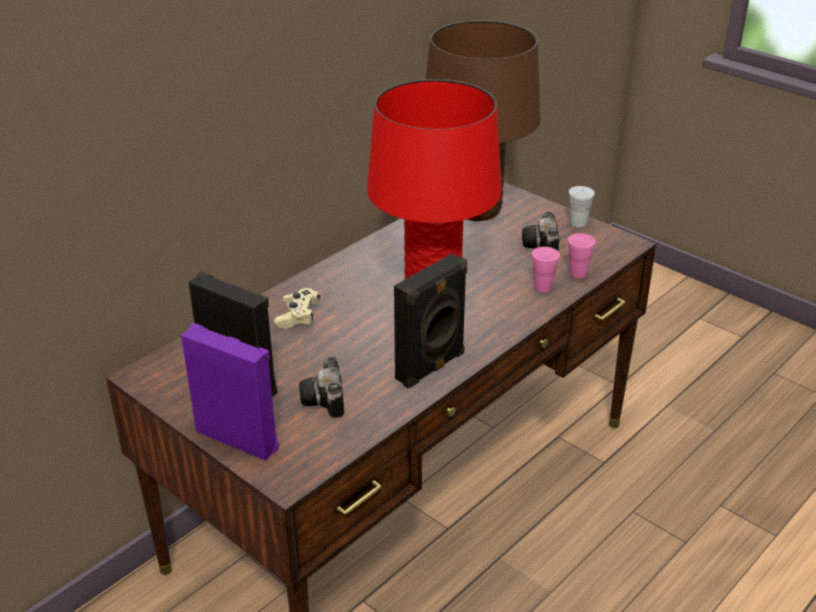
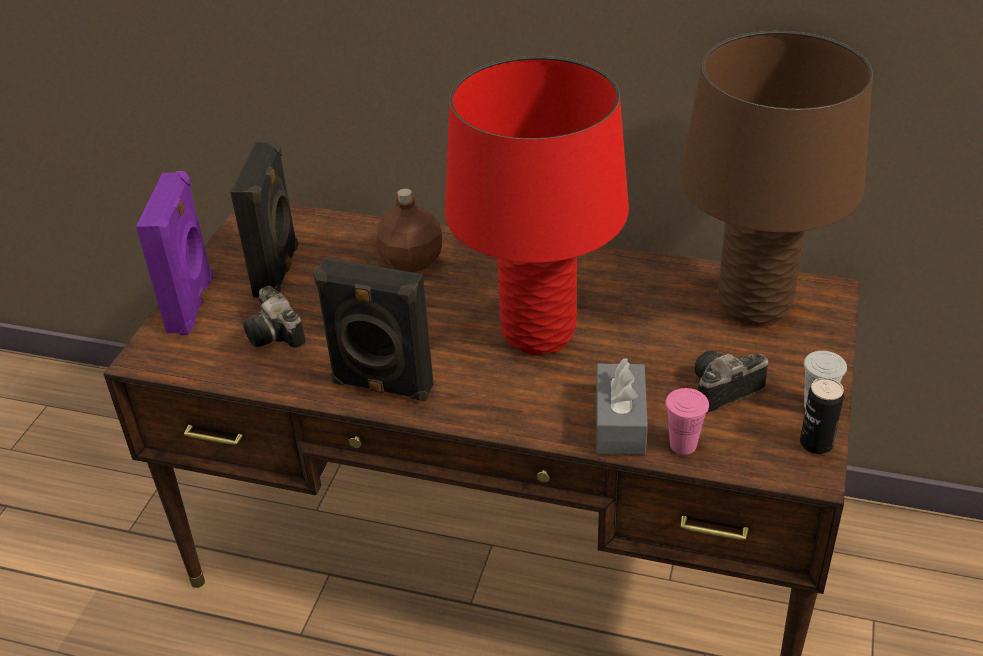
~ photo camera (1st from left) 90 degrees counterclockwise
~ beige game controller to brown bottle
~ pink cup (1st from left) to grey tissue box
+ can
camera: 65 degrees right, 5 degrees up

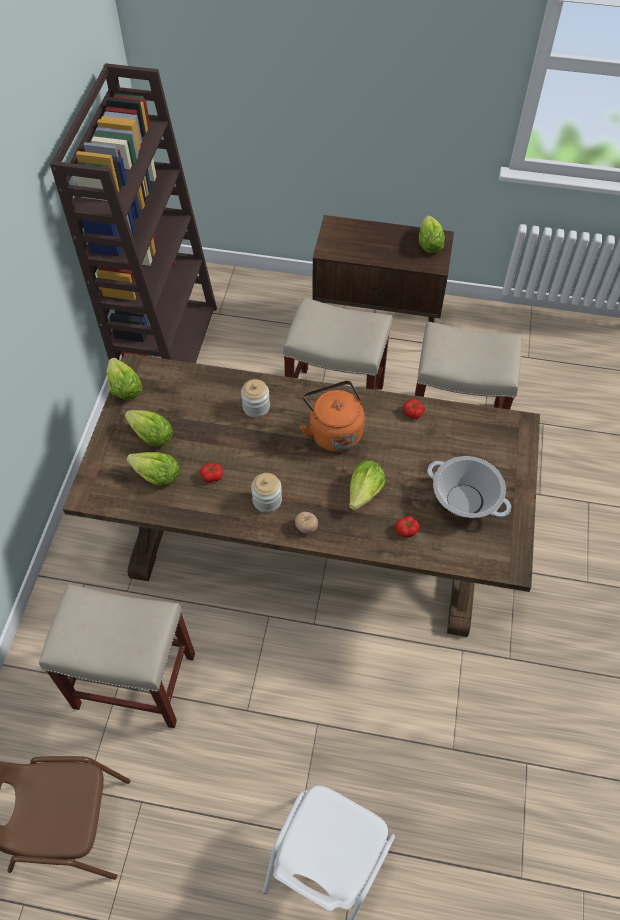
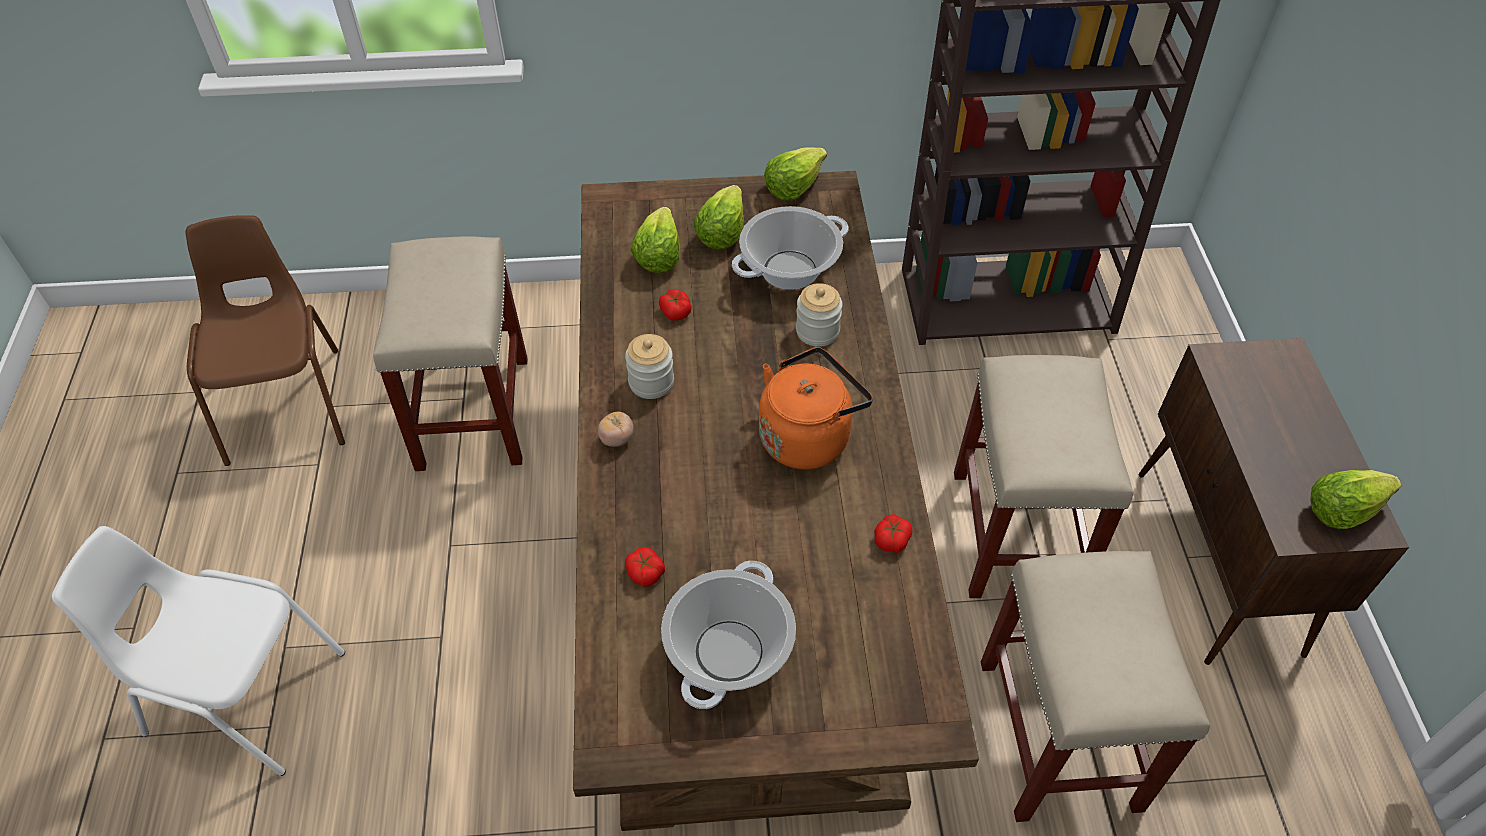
+ cooking pot (2nd from left)
- lettuce (4th from left)
camera: 75 degrees right, 5 degrees down

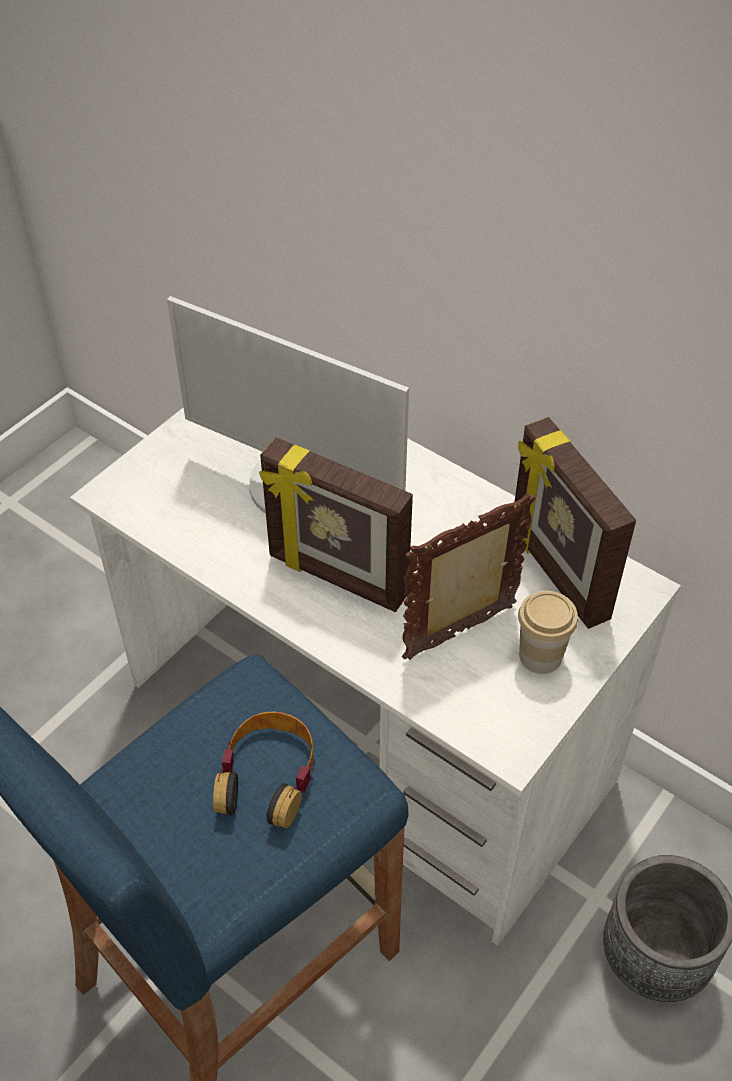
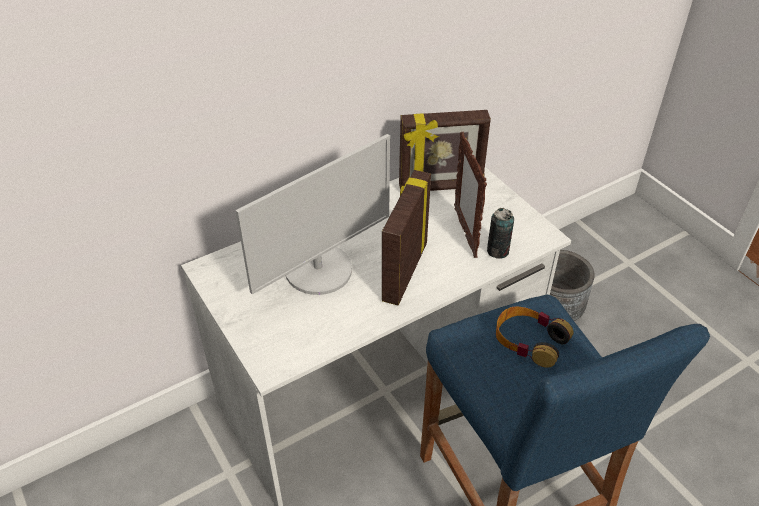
~ picture frame (1st from left) 150 degrees clockwise
+ can
- cup
camera: 70 degrees left, 5 degrees down

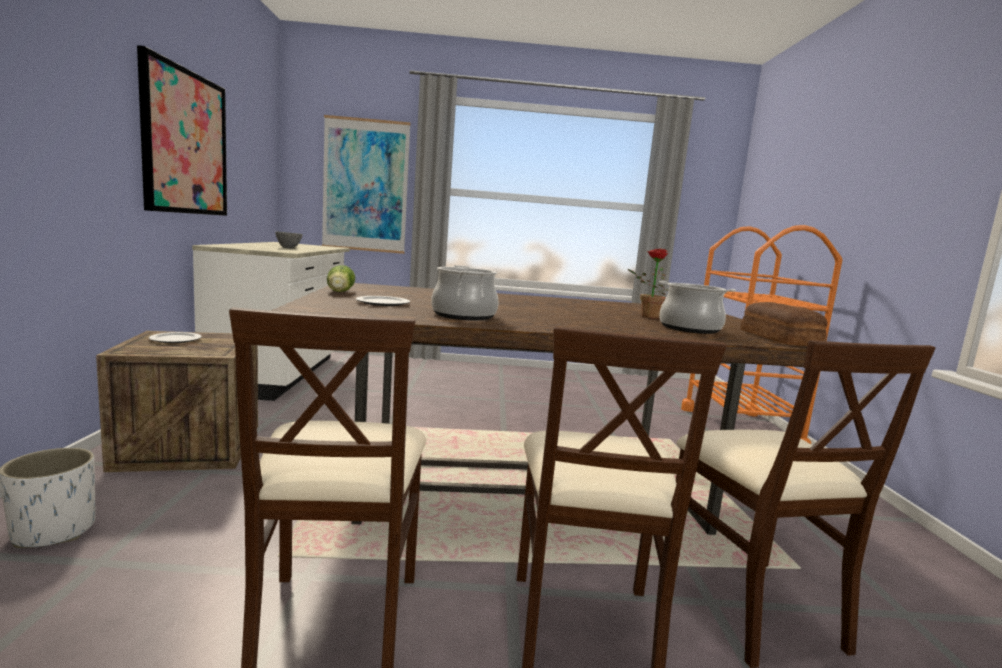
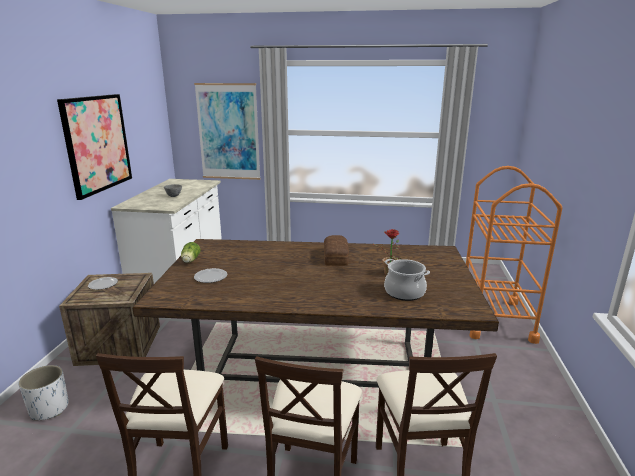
~ bread
- cooking pot (1st from left)
camera: 10 degrees right, 10 degrees up

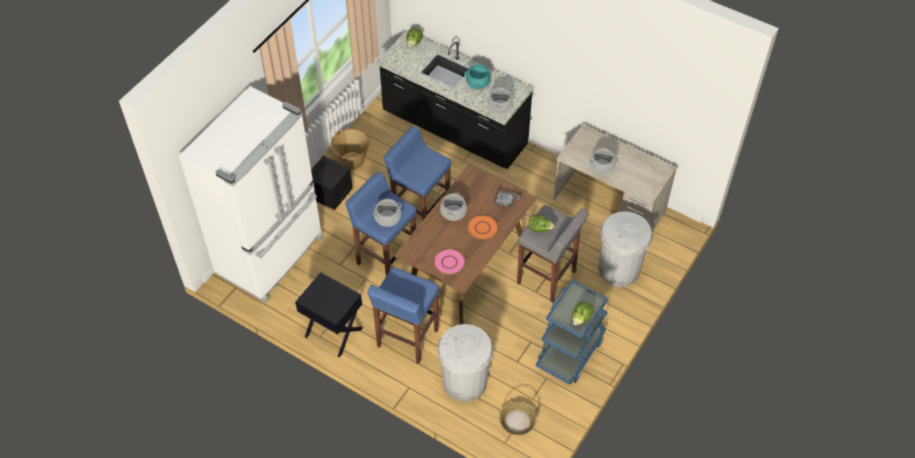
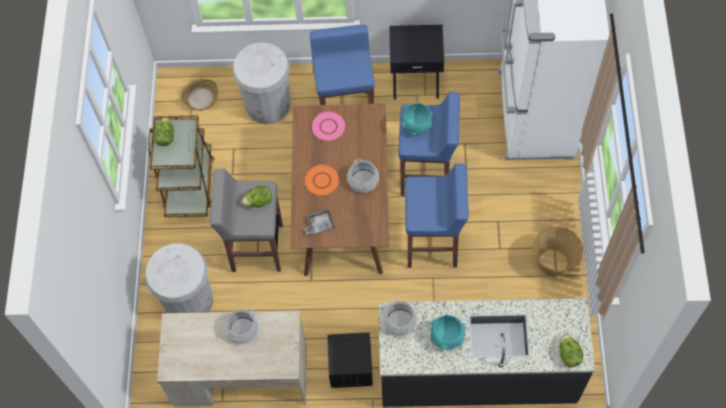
~ blue cart to brown cart
~ crate
~ cooking pot (1st from left) to turquoise bowl (1st from left)
camera: 150 degrees right, 10 degrees up

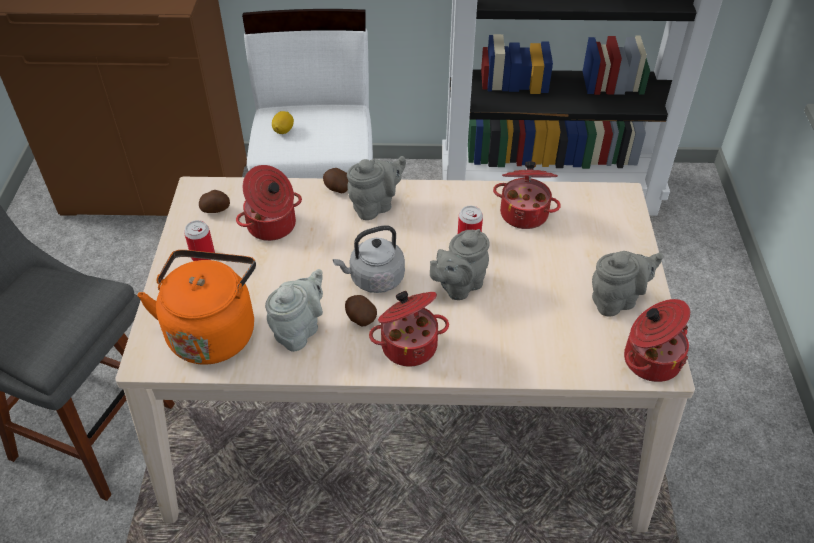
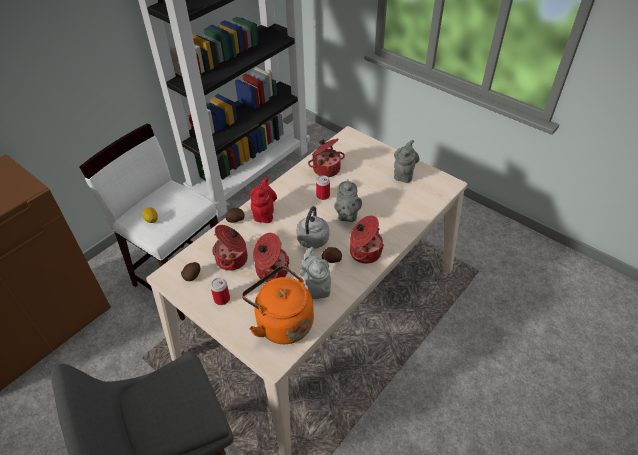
~ grey teapot (2nd from left) to red teapot
~ cooking pot (4th from left in the first image) to cooking pot (2nd from left)
camera: 50 degrees left, 0 degrees up

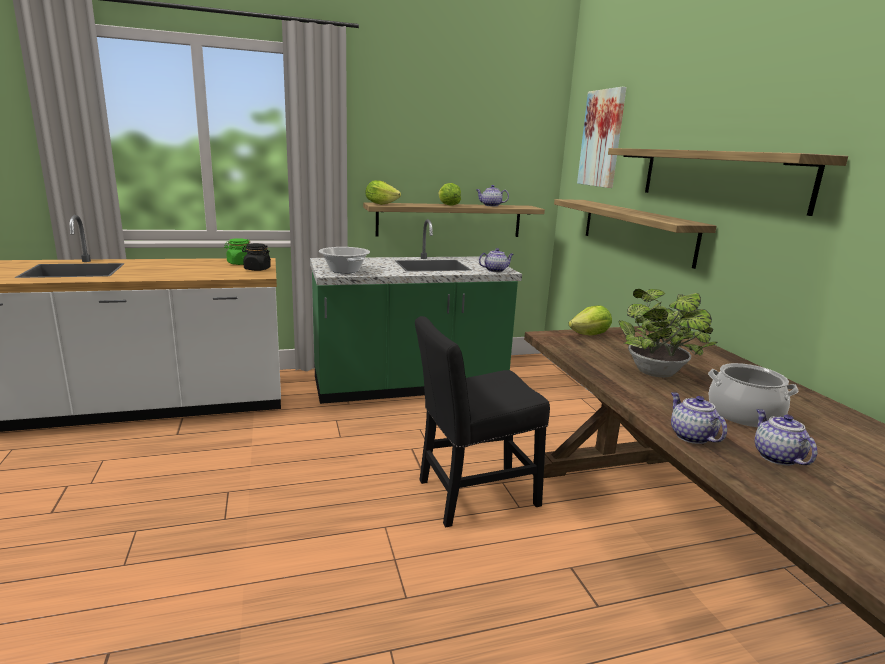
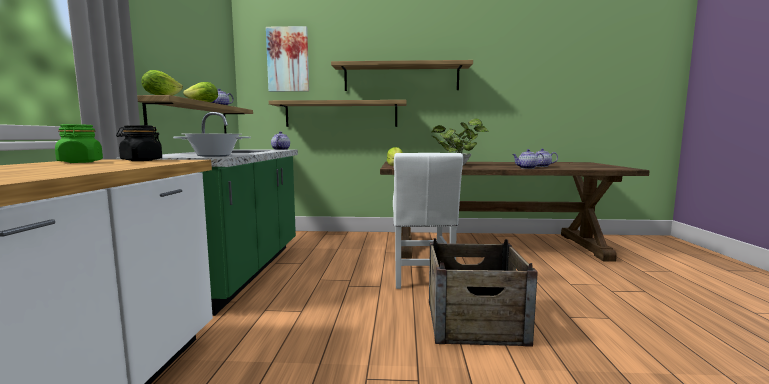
~ black chair to white chair
+ crate
- cooking pot (2nd from left)
camera: 70 degrees left, 10 degrees down

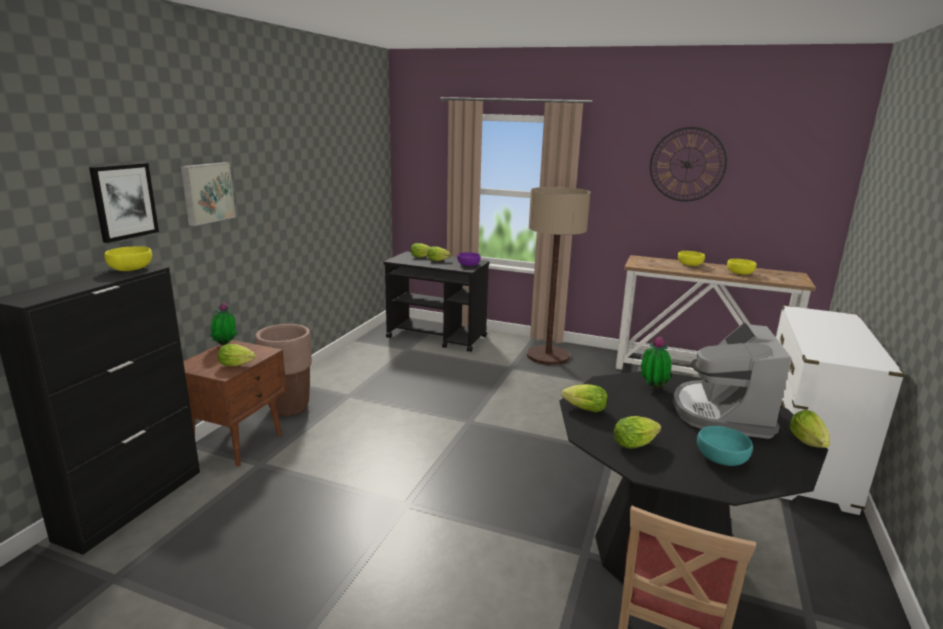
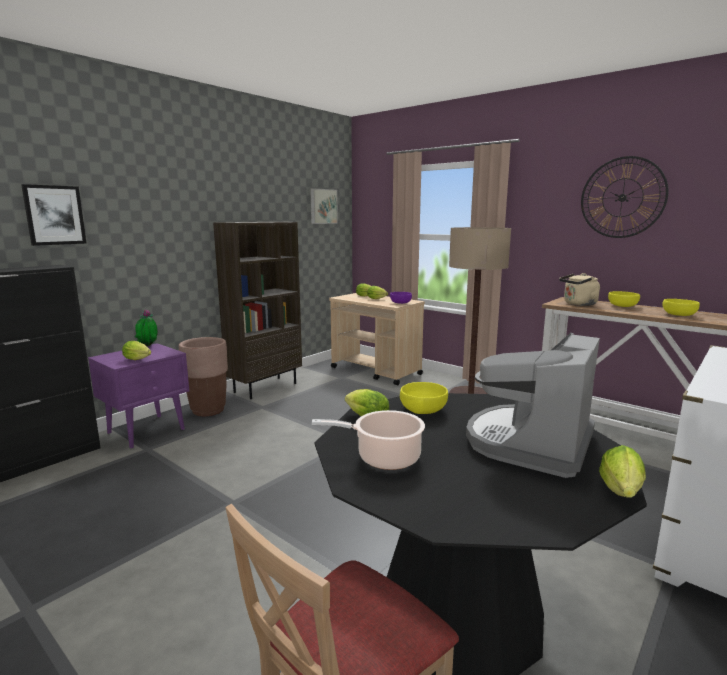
~ brown nightstand to purple nightstand
+ brown bookcase
~ picture (2nd from left)
~ lettuce (5th from left) to cooking pot
~ black cart to beige cart
~ yellow bowl (1st from left)
+ beige kettle
- potted plant (2nd from left)
- turquoise bowl
camera: 20 degrees right, 5 degrees down

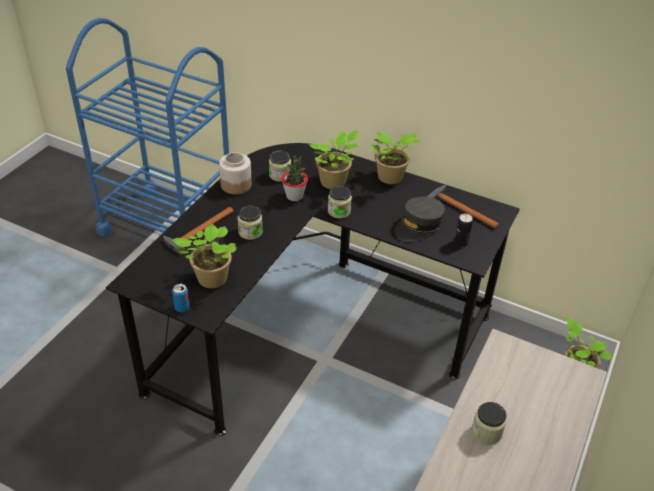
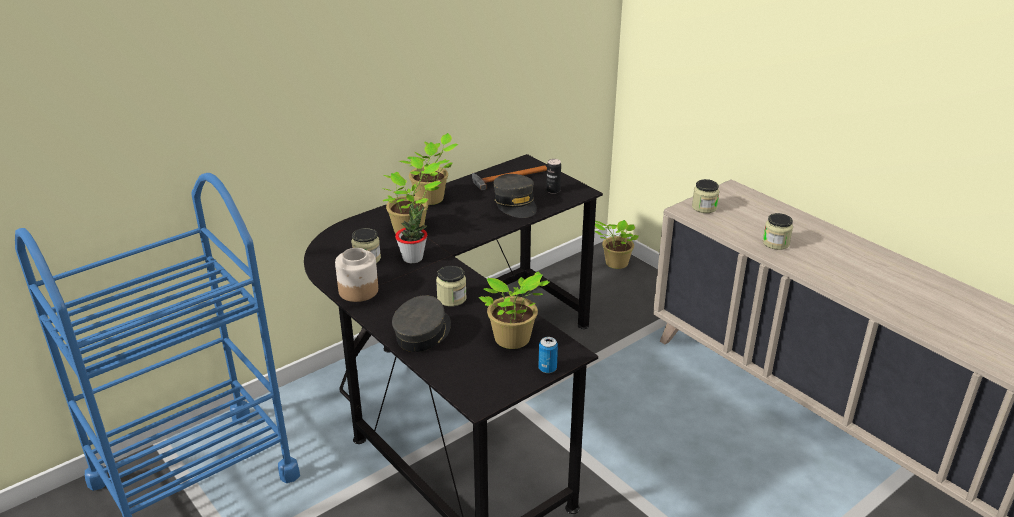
~ hammer (1st from left) to grey cap (1st from left)
~ jar (4th from left)
camera: 65 degrees left, 10 degrees down

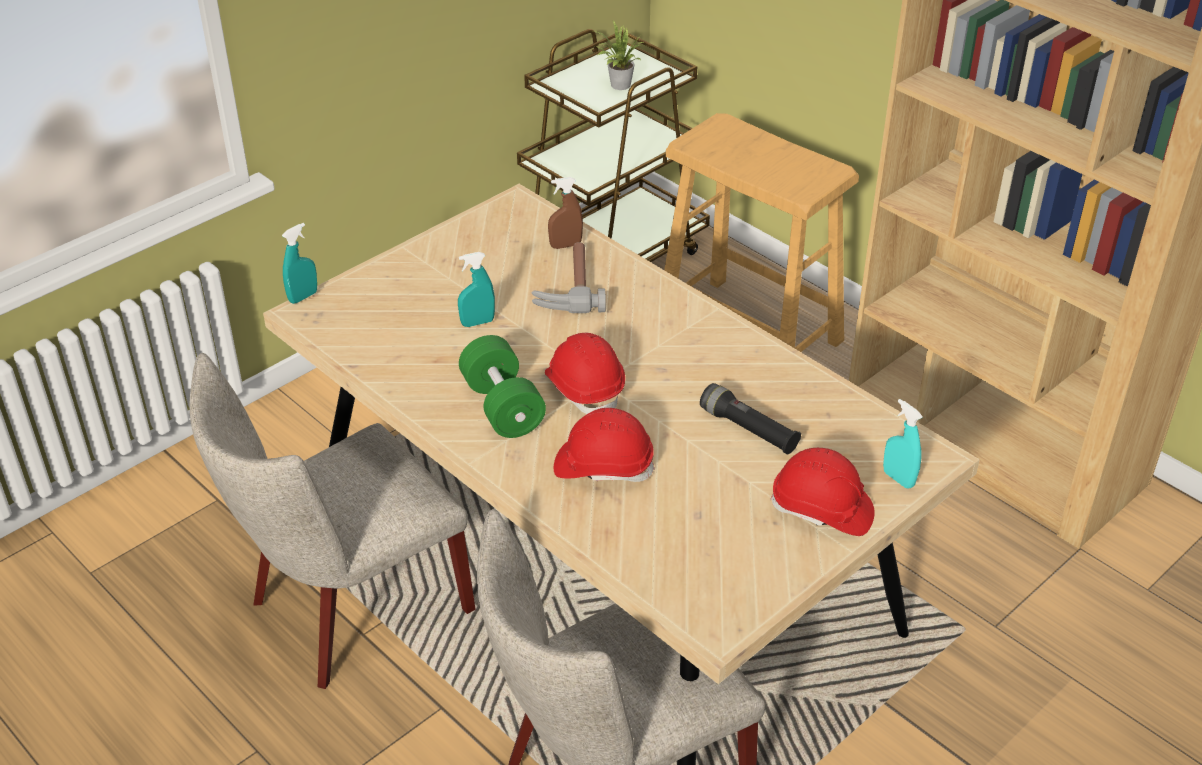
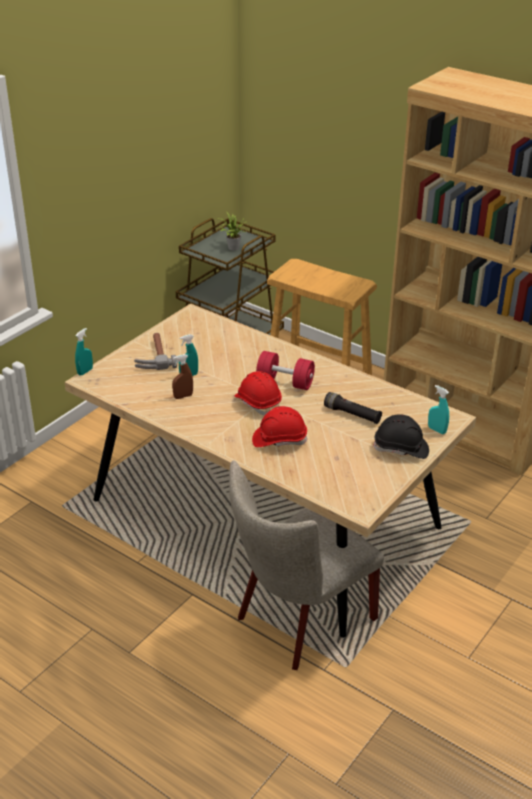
~ hammer
~ brown spray bottle
+ red dumbbell
~ red hard hat (3rd from left) to black hard hat
- beige chair (1st from left)
- green dumbbell
camera: 10 degrees left, 5 degrees down

